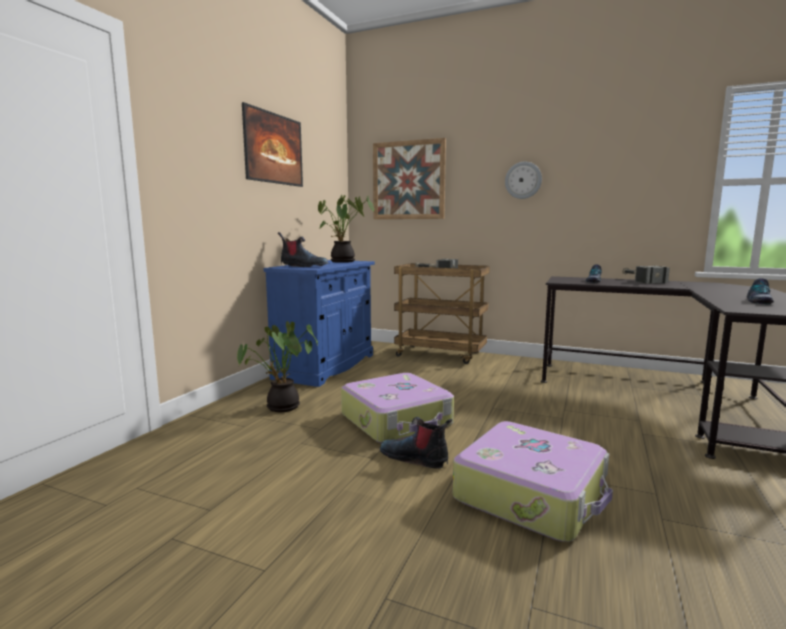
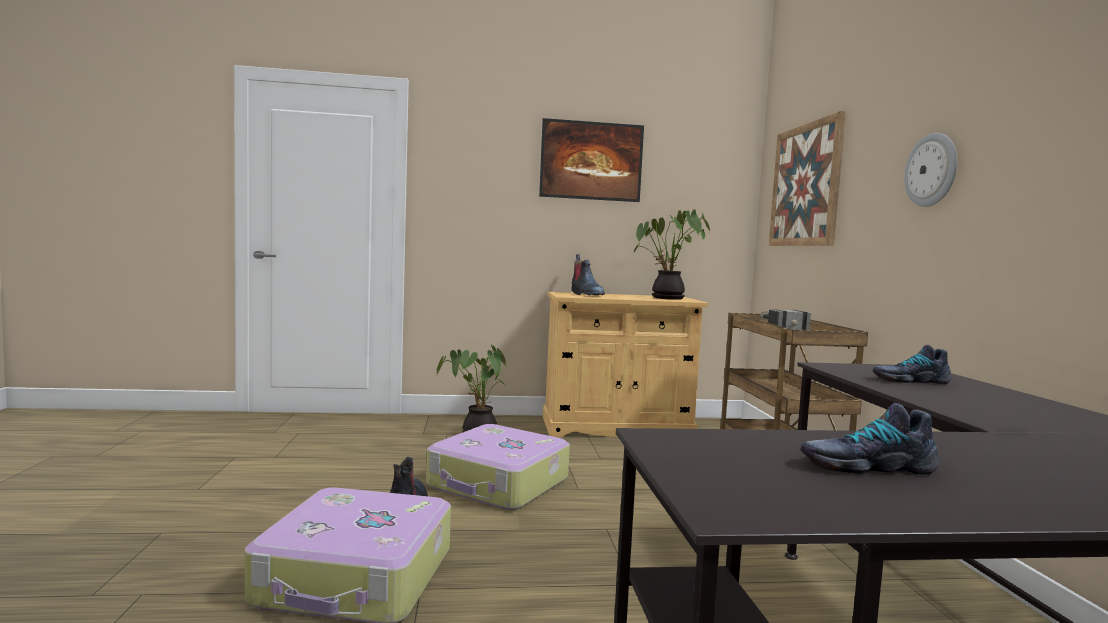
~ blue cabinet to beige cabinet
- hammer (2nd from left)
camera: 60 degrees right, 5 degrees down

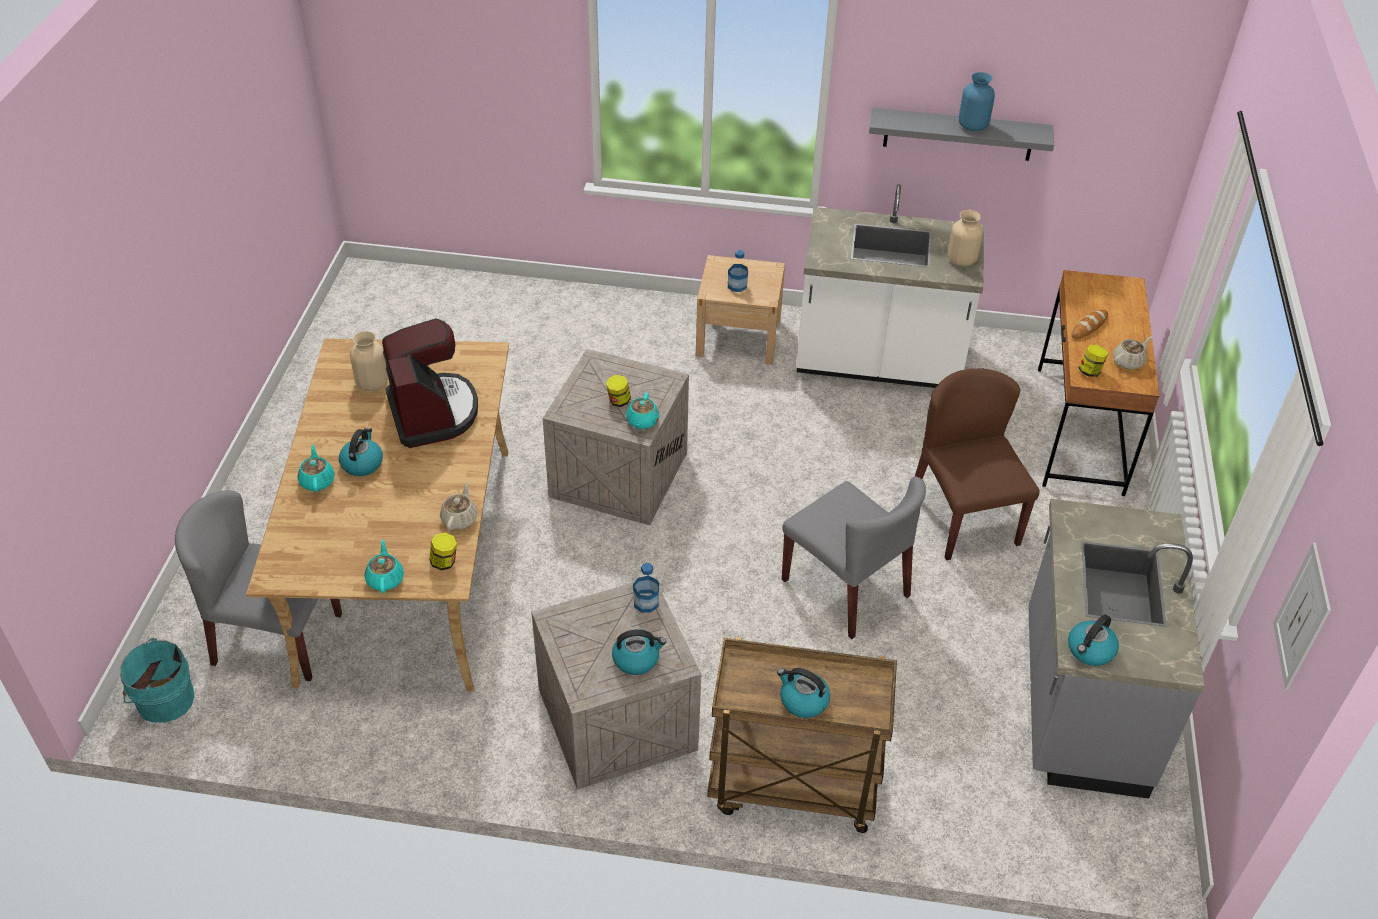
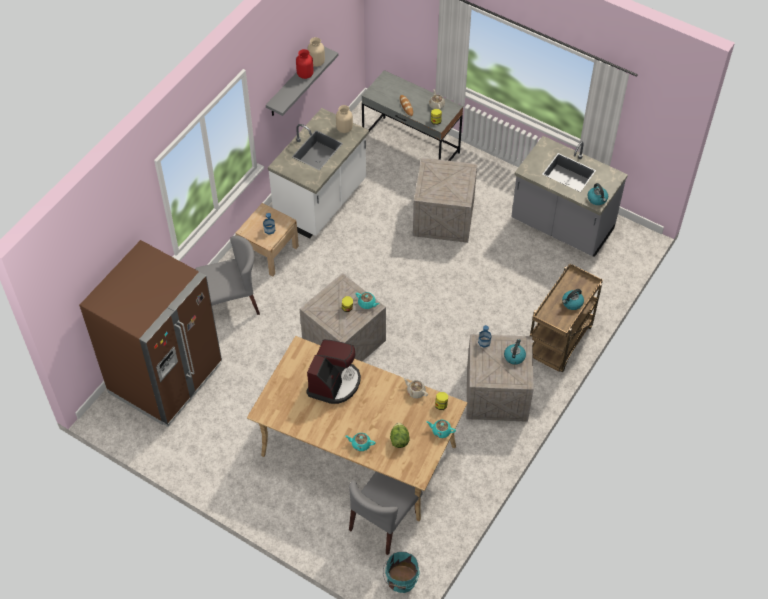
+ brown fridge
~ grey chair (2nd from left in the first image) to grey chair (1st from left)
~ blue vase to red vase
~ coffee machine 105 degrees clockwise
~ beige vase (1st from left)
~ brown desk to grey desk
+ lettuce
~ brown chair to crate (2nd from left)
- kettle (1st from left)
- picture
camera: 65 degrees left, 10 degrees up

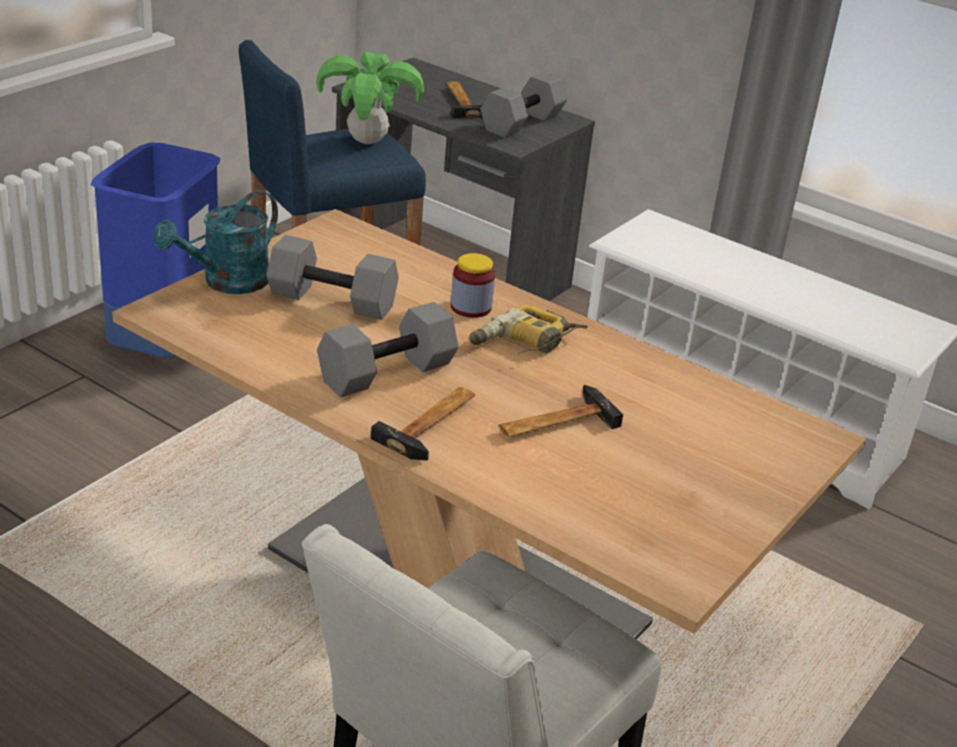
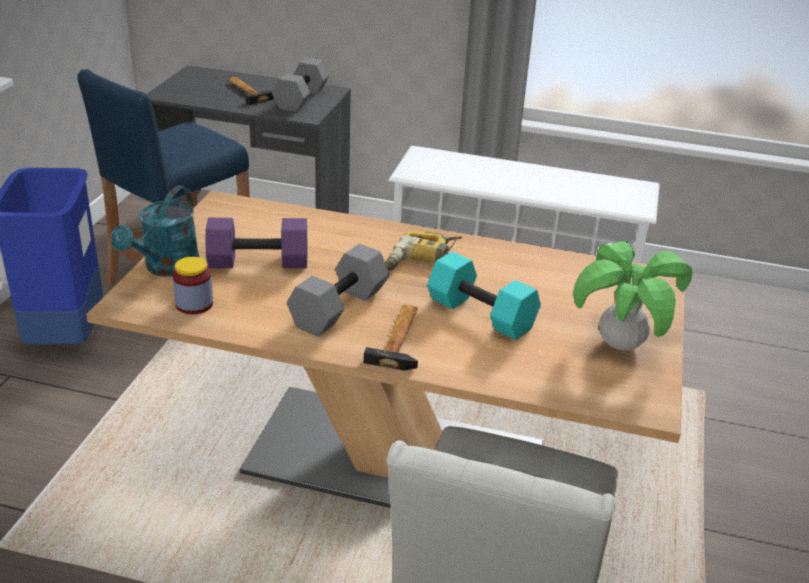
~ jar
~ grey dumbbell (1st from left) to purple dumbbell
~ hammer (3rd from left) to turquoise dumbbell
~ potted plant
camera: 20 degrees left, 0 degrees up

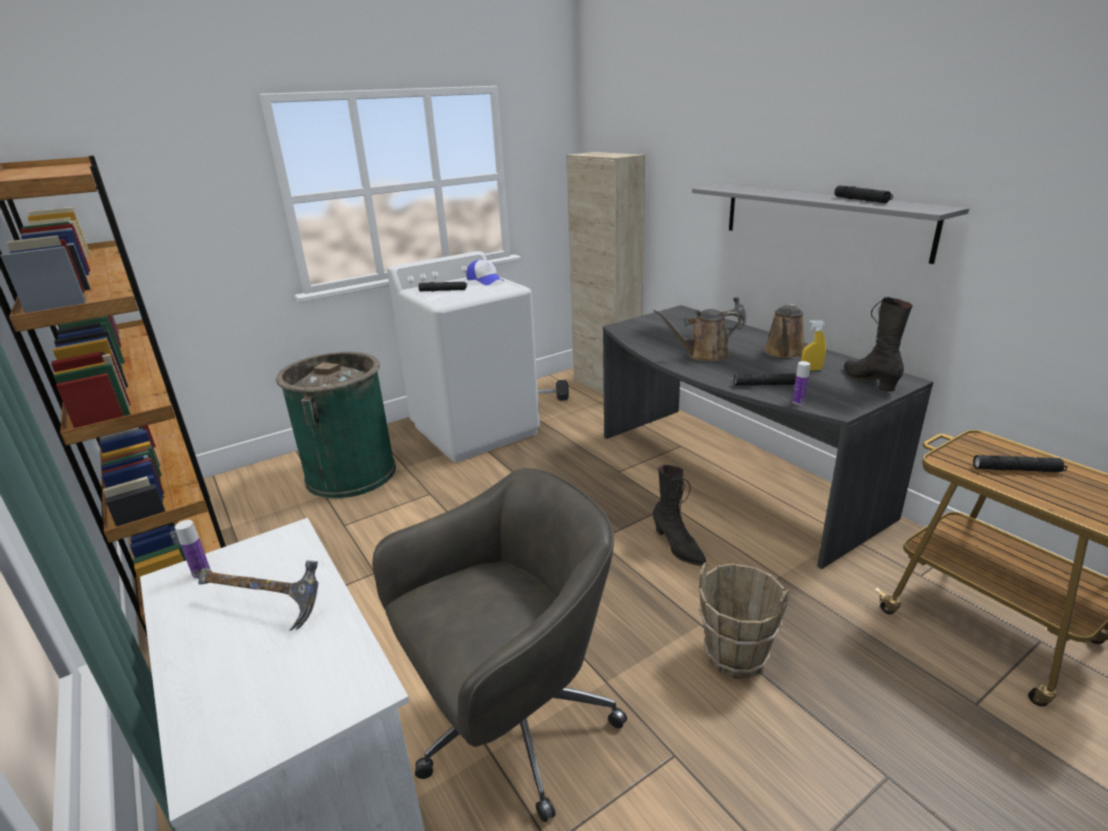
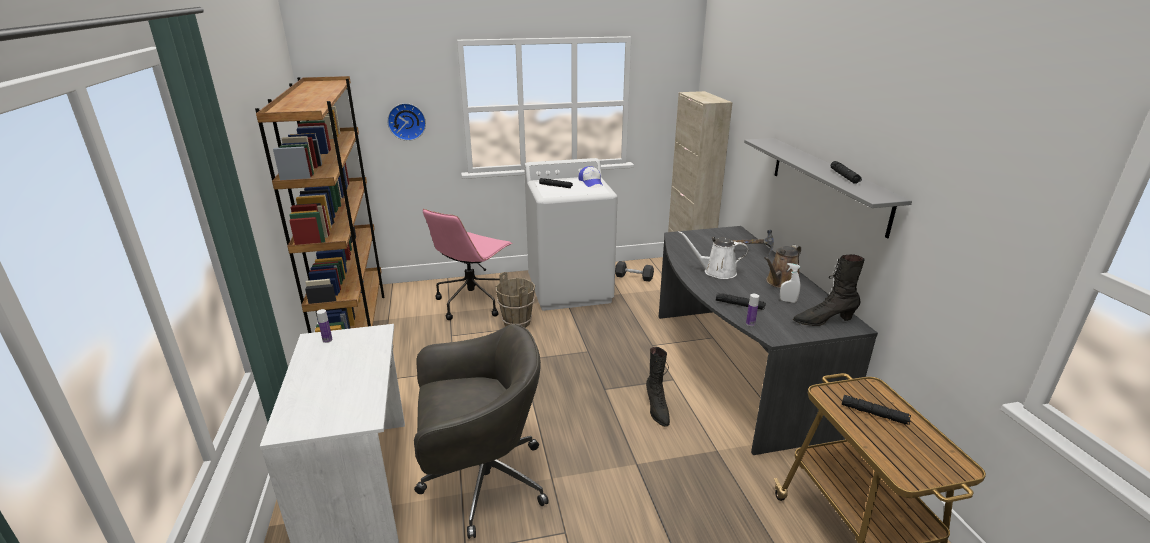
+ wall clock
~ green trash can to pink office chair
~ brown bucket
~ brown watering can (1st from left) to white watering can
~ yellow spray bottle to white spray bottle
~ black boot (2nd from left) 105 degrees counterclockwise
- hammer (1st from left)
camera: 20 degrees right, 0 degrees up

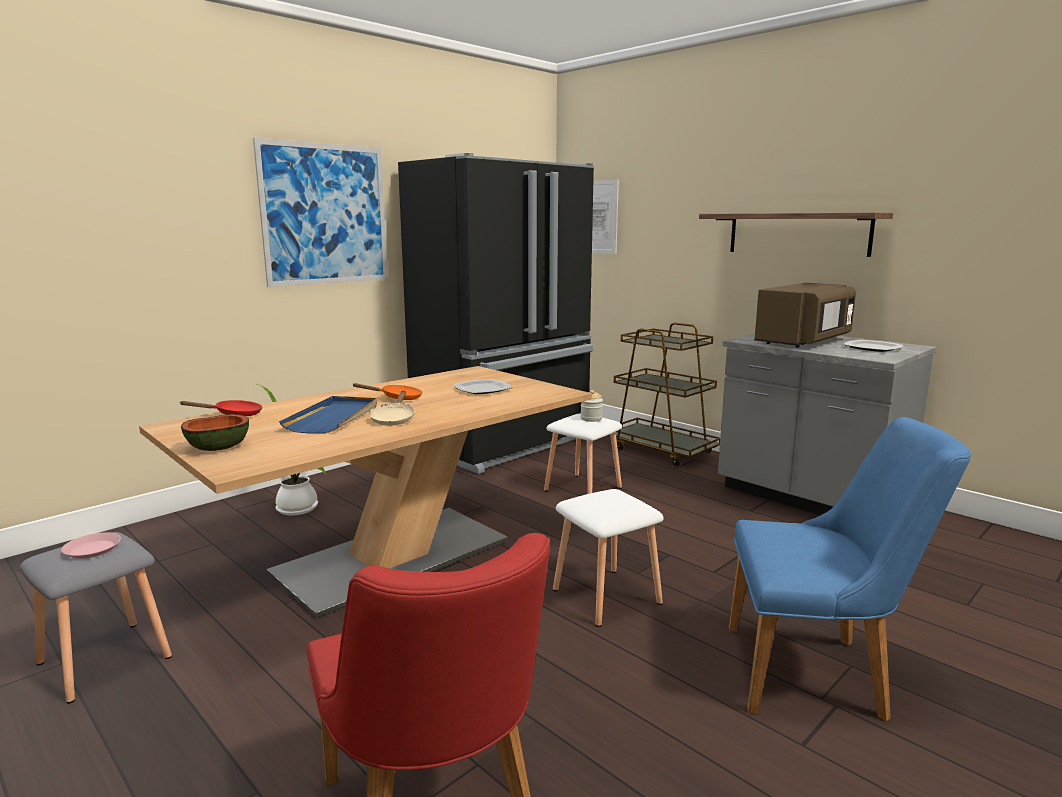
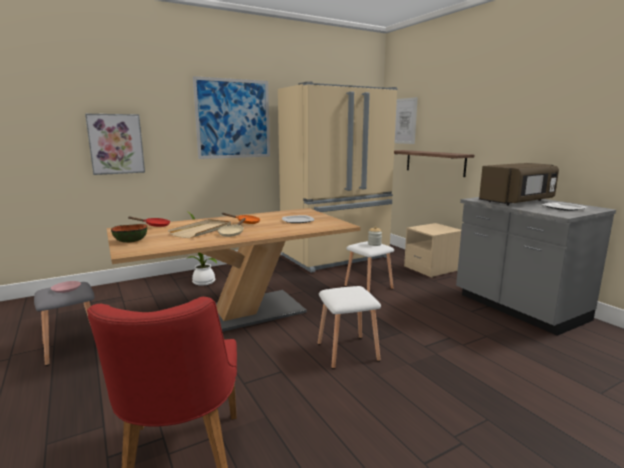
+ picture (1st from left)
~ blue tray to beige tray
~ black fridge to beige fridge
~ shelf
~ brown cart to beige nightstand
- blue chair
camera: 15 degrees right, 0 degrees up

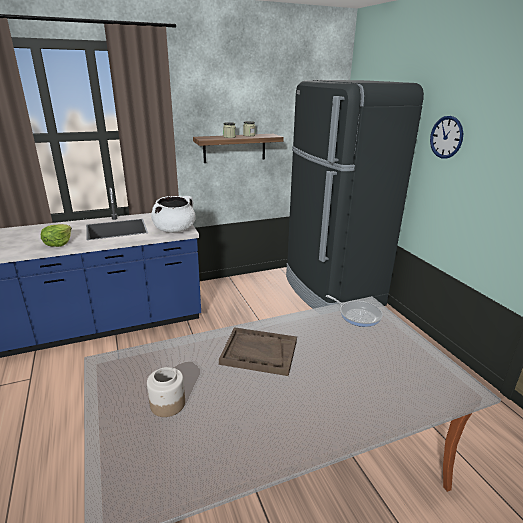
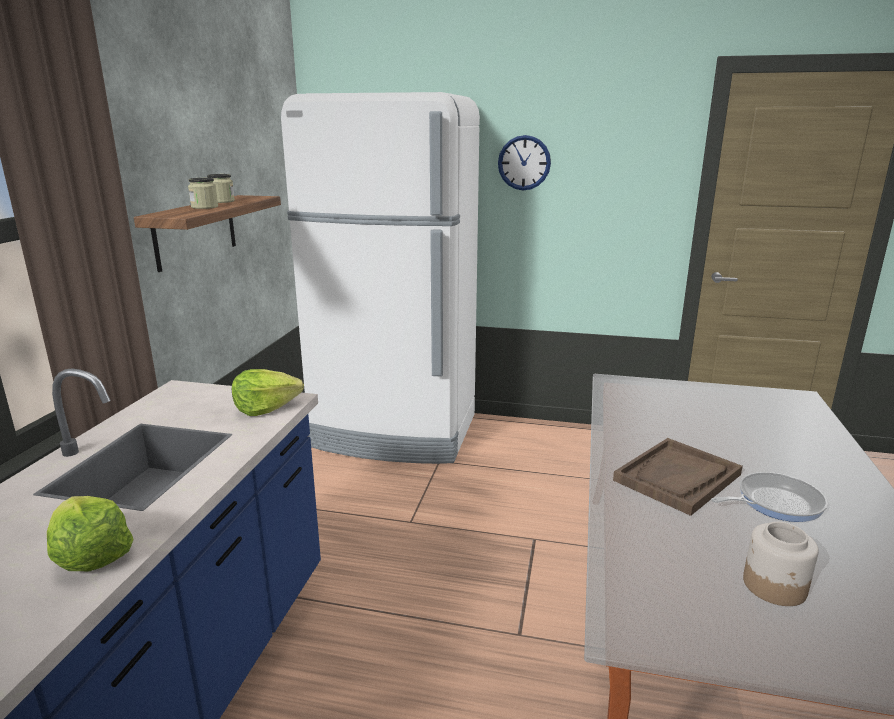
~ white cooking pot to lettuce (2nd from left)
~ black fridge to white fridge
~ frying pan
camera: 55 degrees left, 5 degrees down

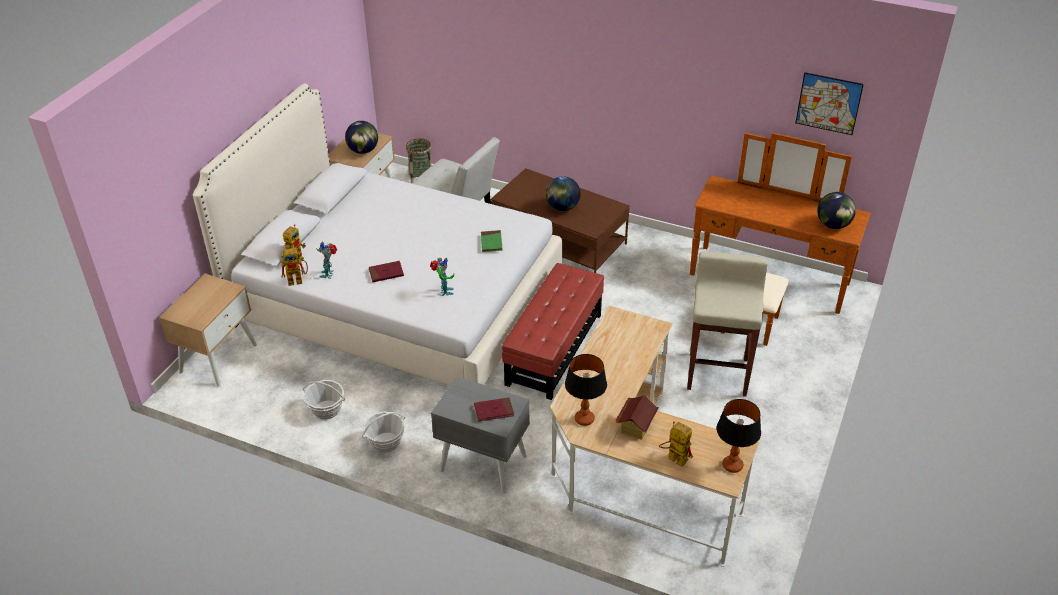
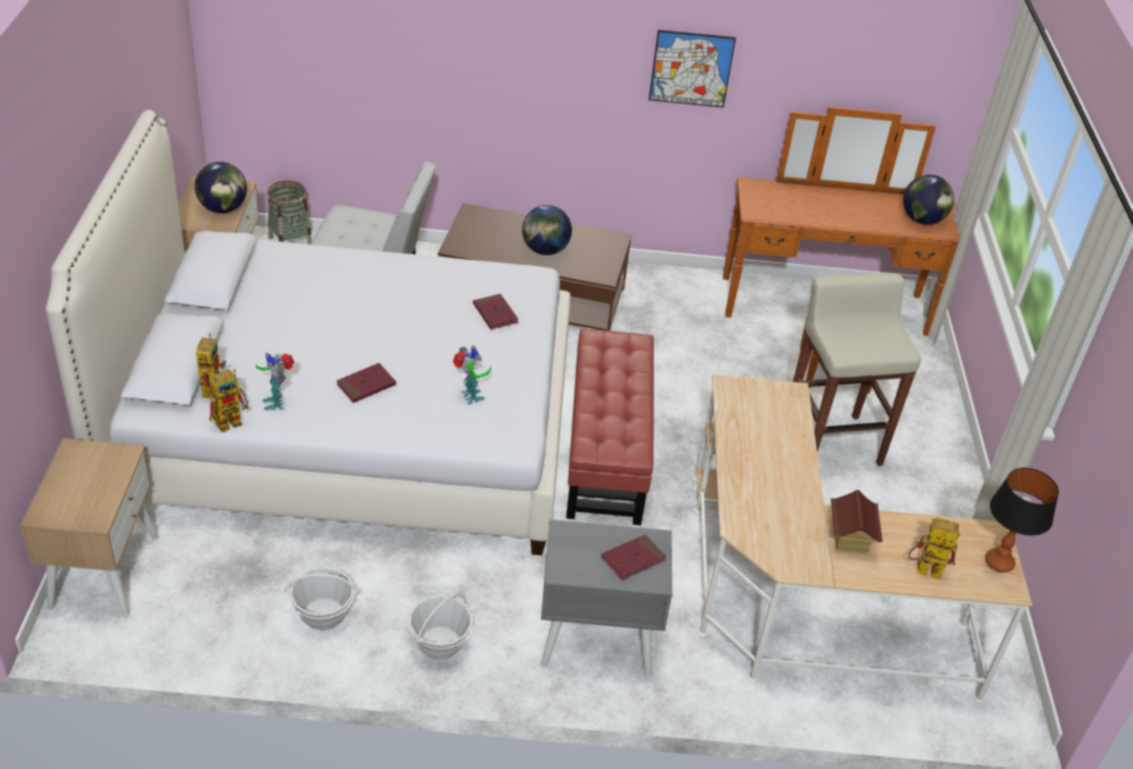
~ green book to red book (2nd from left)
~ picture
- table lamp (1st from left)
camera: 25 degrees left, 0 degrees up

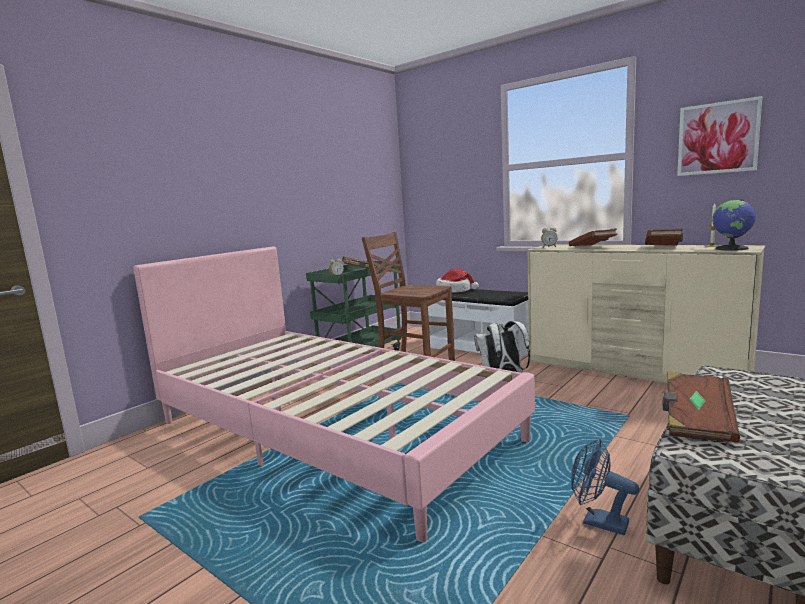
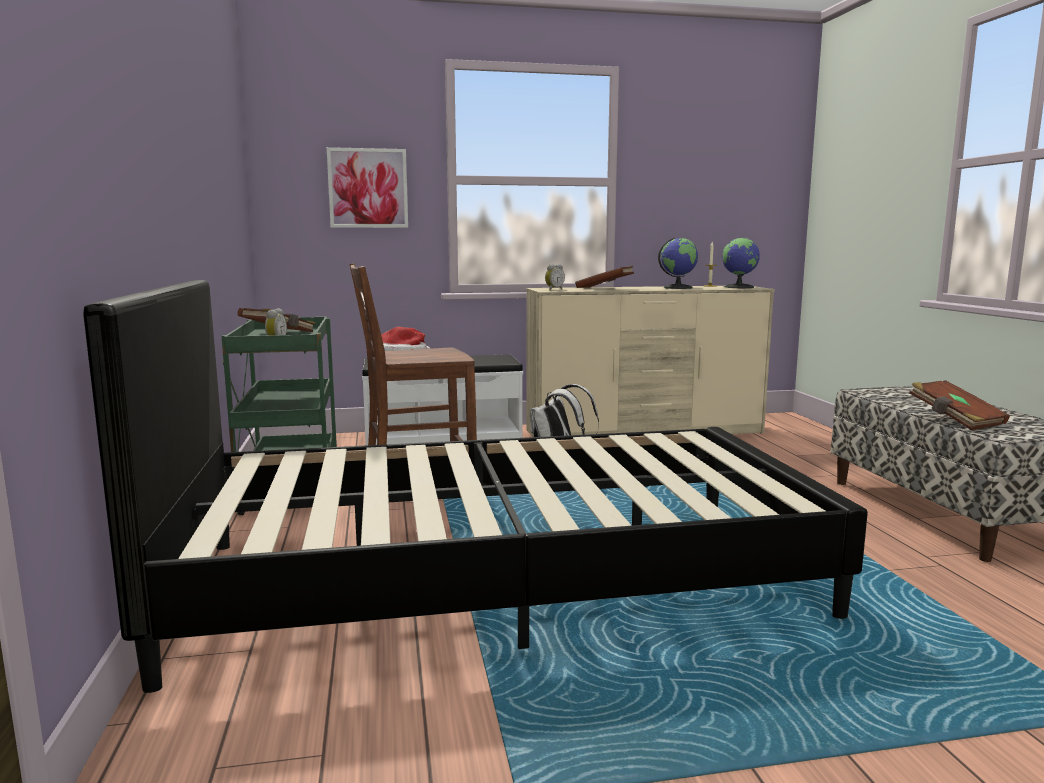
~ pink bed to black bed
~ picture
~ brown book (3rd from left) to globe (1st from left)
- blue fan
camera: 50 degrees left, 0 degrees up

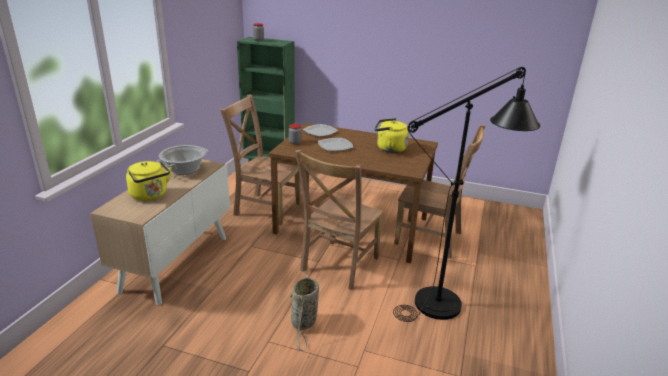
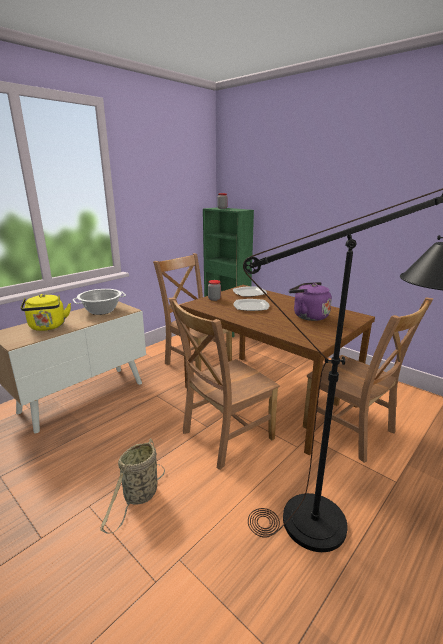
~ yellow kettle (2nd from left) to purple kettle
camera: 25 degrees right, 5 degrees down

